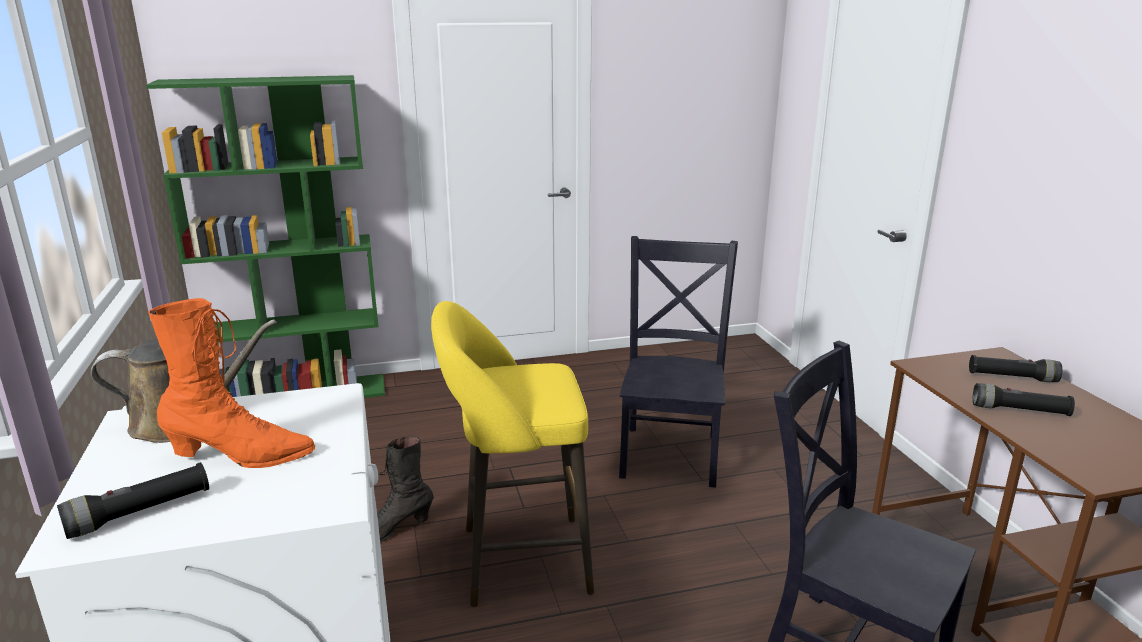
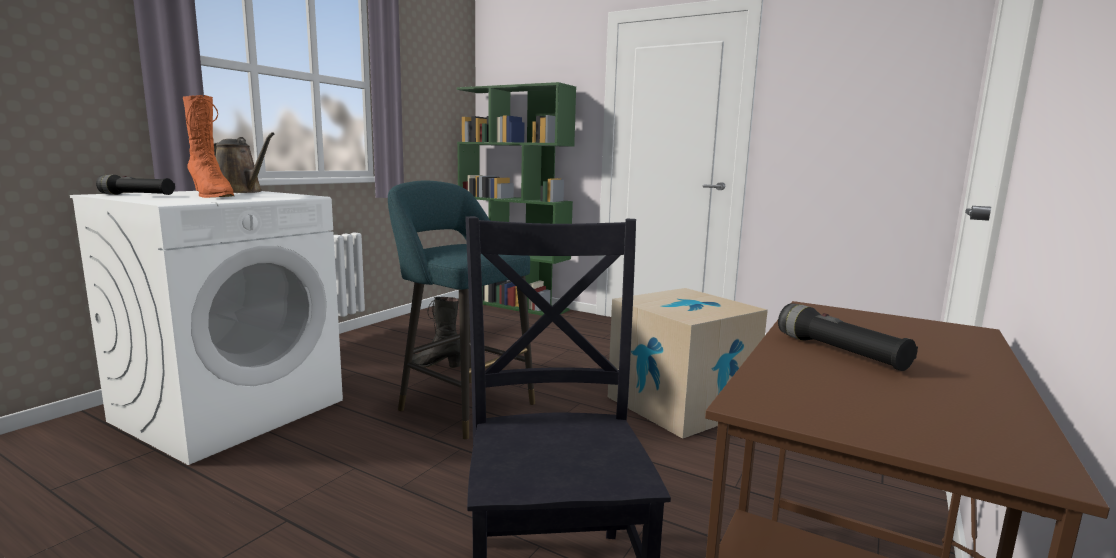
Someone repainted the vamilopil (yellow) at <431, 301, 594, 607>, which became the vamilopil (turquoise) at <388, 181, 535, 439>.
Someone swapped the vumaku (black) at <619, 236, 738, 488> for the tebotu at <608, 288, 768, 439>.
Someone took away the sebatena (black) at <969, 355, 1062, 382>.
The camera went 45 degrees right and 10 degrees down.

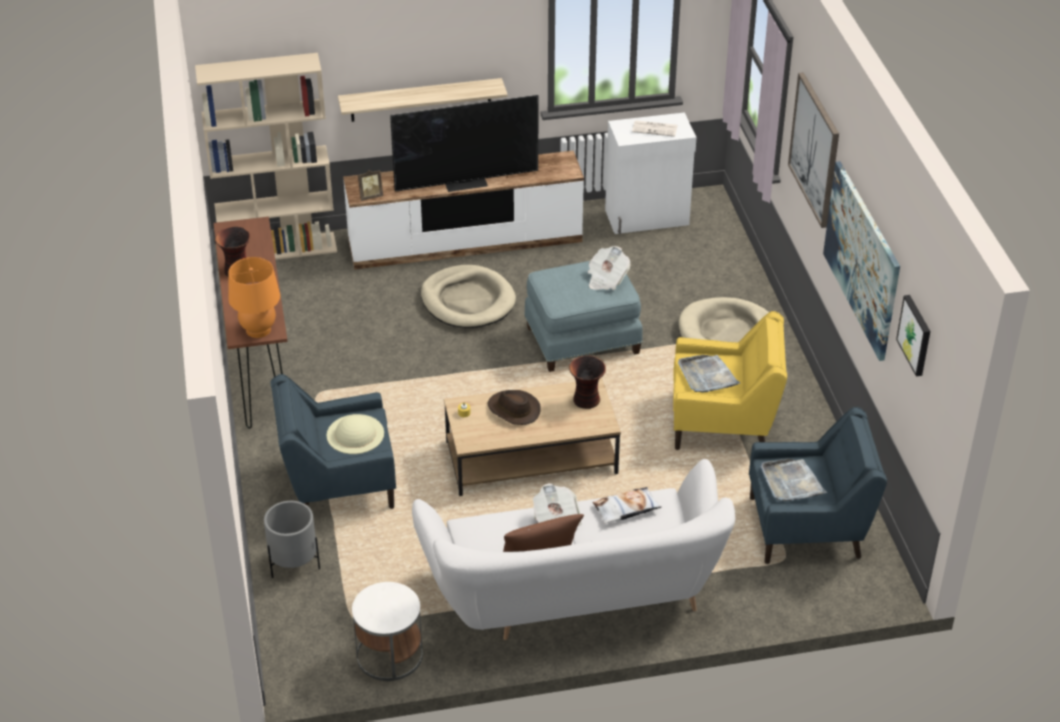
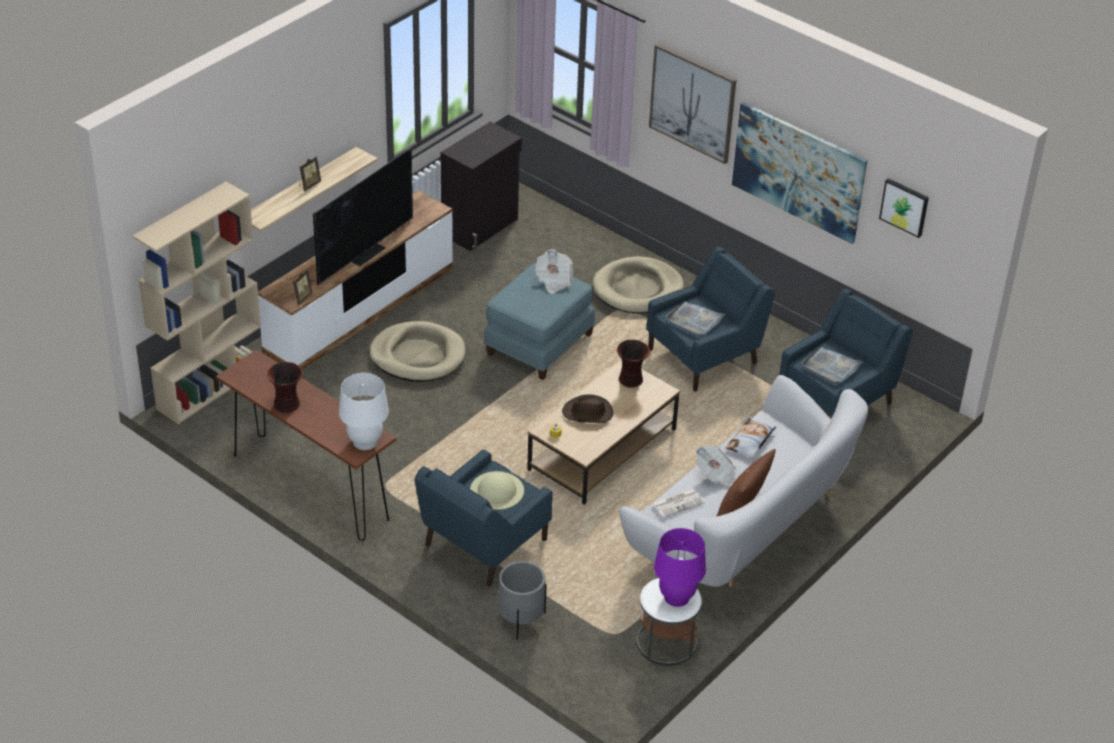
Someone repainted the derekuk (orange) at <229, 257, 280, 338>, which became the derekuk (white) at <339, 373, 389, 450>.
Someone repainted the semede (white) at <605, 112, 697, 234>, which became the semede (black) at <441, 122, 522, 251>.
Someone carried the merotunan from <632, 120, 678, 137> to <652, 488, 705, 518>.
Someone repainted the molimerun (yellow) at <673, 311, 787, 450>, which became the molimerun (blue) at <646, 246, 775, 391>.
Someone put down the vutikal at <299, 157, 321, 191>.
Someone put down the derekuk (purple) at <654, 528, 706, 607>.
The camera went 40 degrees left and 0 degrees up.

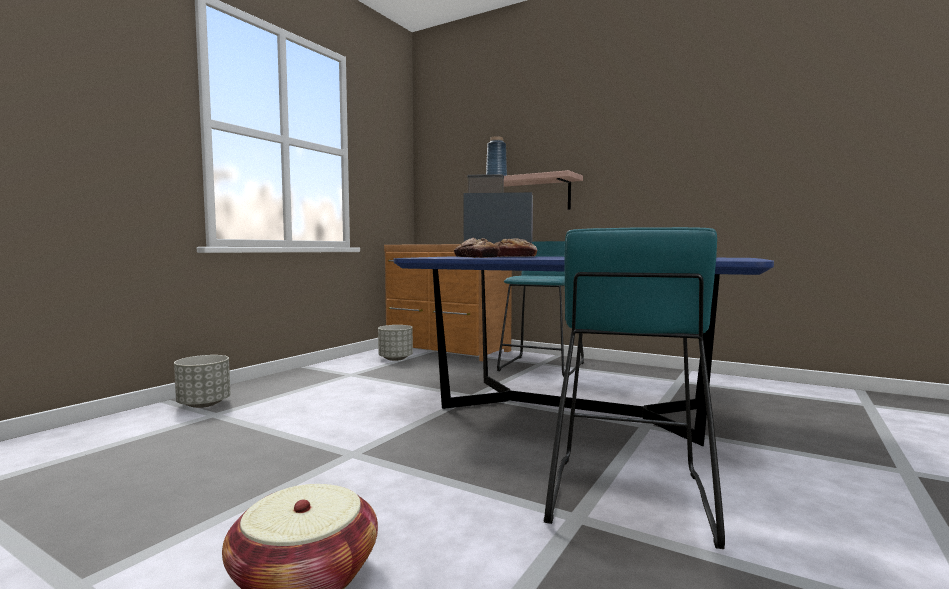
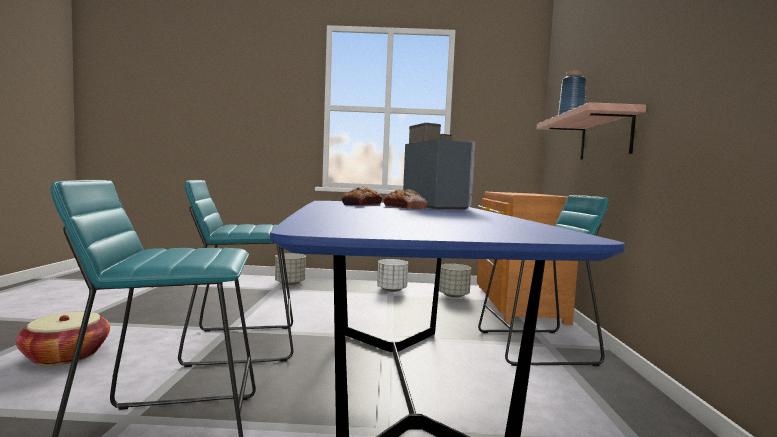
Someone put down the vamilopil (turquoise) at <178, 180, 293, 367>.
Someone put down the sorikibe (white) at <377, 259, 408, 292>.
The camera went 60 degrees right and 0 degrees up.

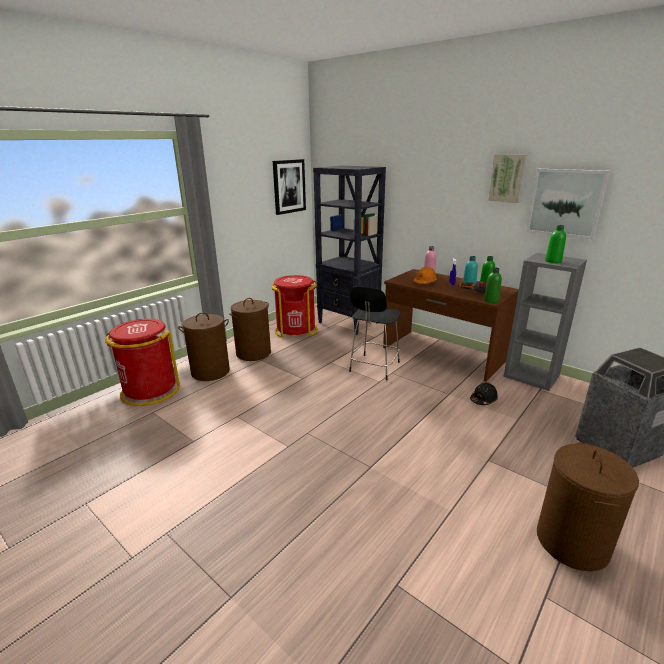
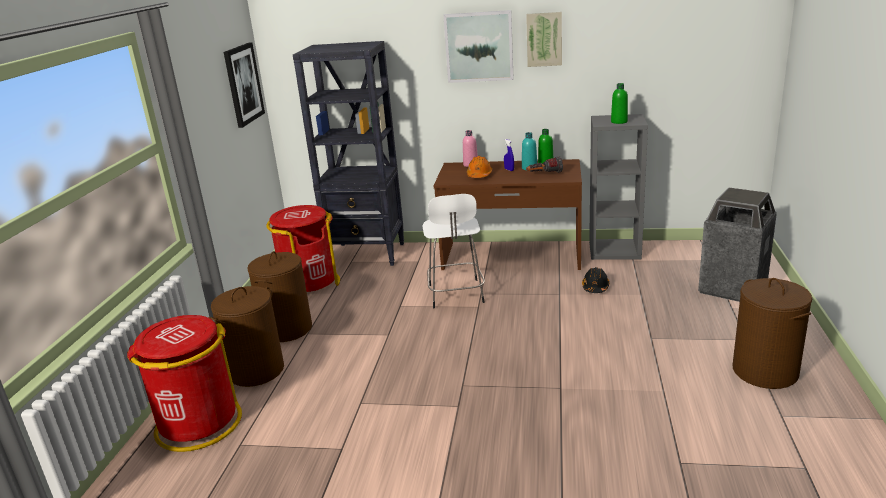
Someone repainted the vamilopil (black) at <349, 286, 401, 380>, which became the vamilopil (white) at <423, 194, 485, 308>.
Someone took away the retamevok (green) at <484, 268, 502, 303>.
Someone carried the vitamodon from <526, 169, 610, 240> to <443, 10, 514, 83>.
The camera went 30 degrees left and 0 degrees up.

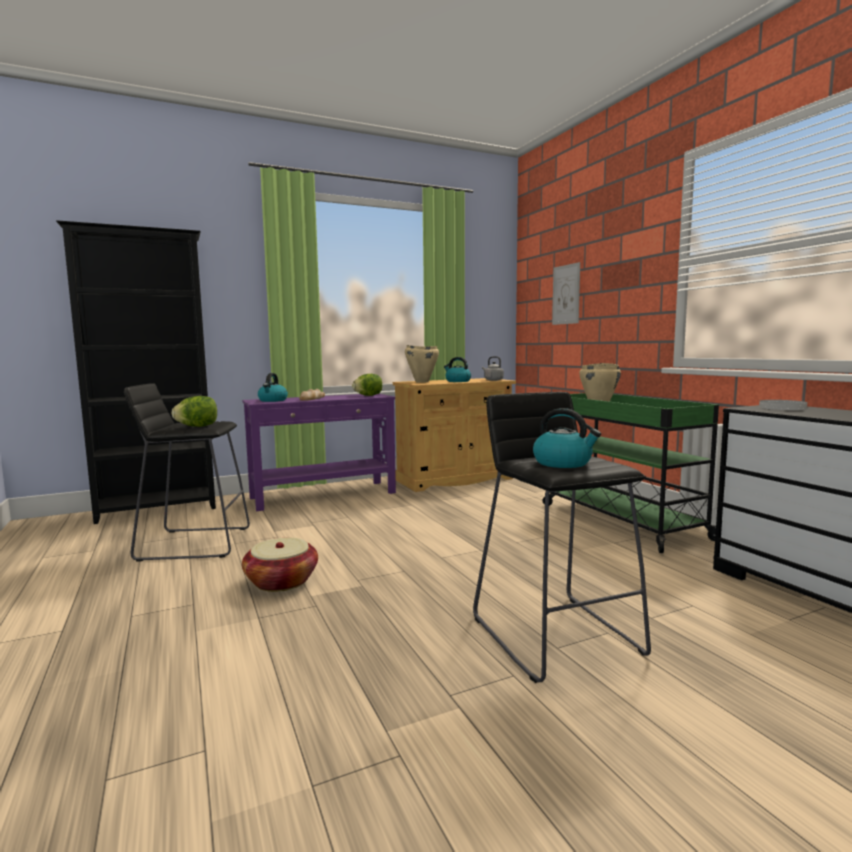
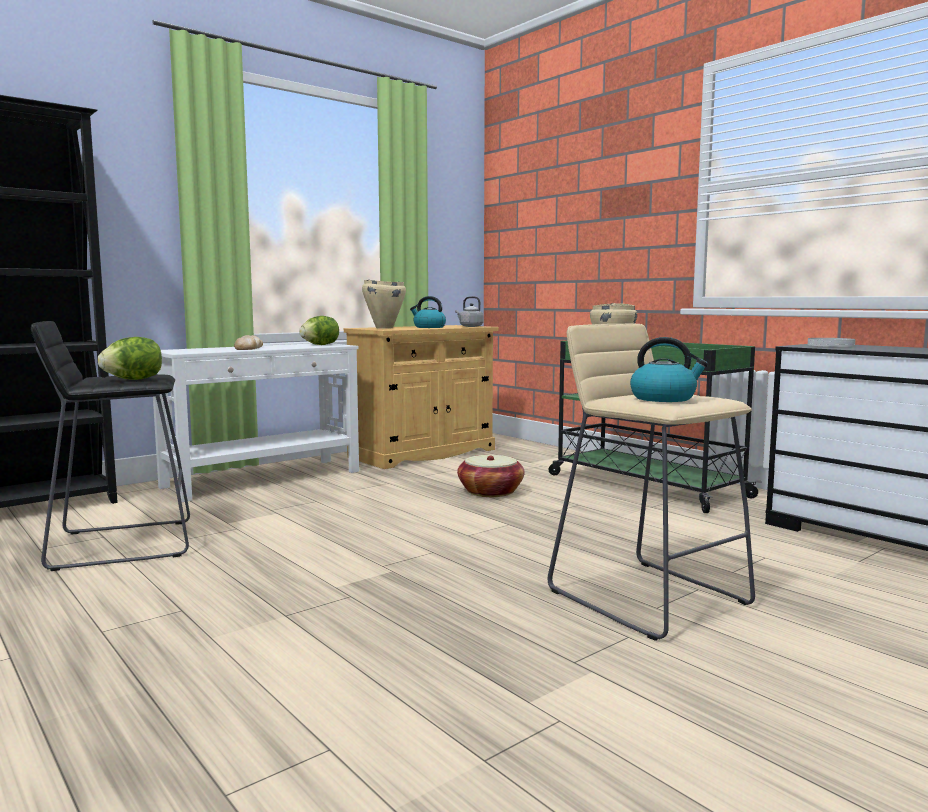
Someone repainted the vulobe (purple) at <242, 394, 396, 511>, which became the vulobe (white) at <153, 343, 359, 502>.
Someone carried the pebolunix from <242, 538, 318, 592> to <457, 455, 524, 497>.
Someone took away the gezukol at <258, 373, 288, 402>.
Someone repainted the vamilopil (black) at <473, 392, 651, 683>, which became the vamilopil (beige) at <548, 324, 755, 641>.
Someone took away the vitamodon at <552, 262, 580, 325>.
The camera went 15 degrees left and 0 degrees up.

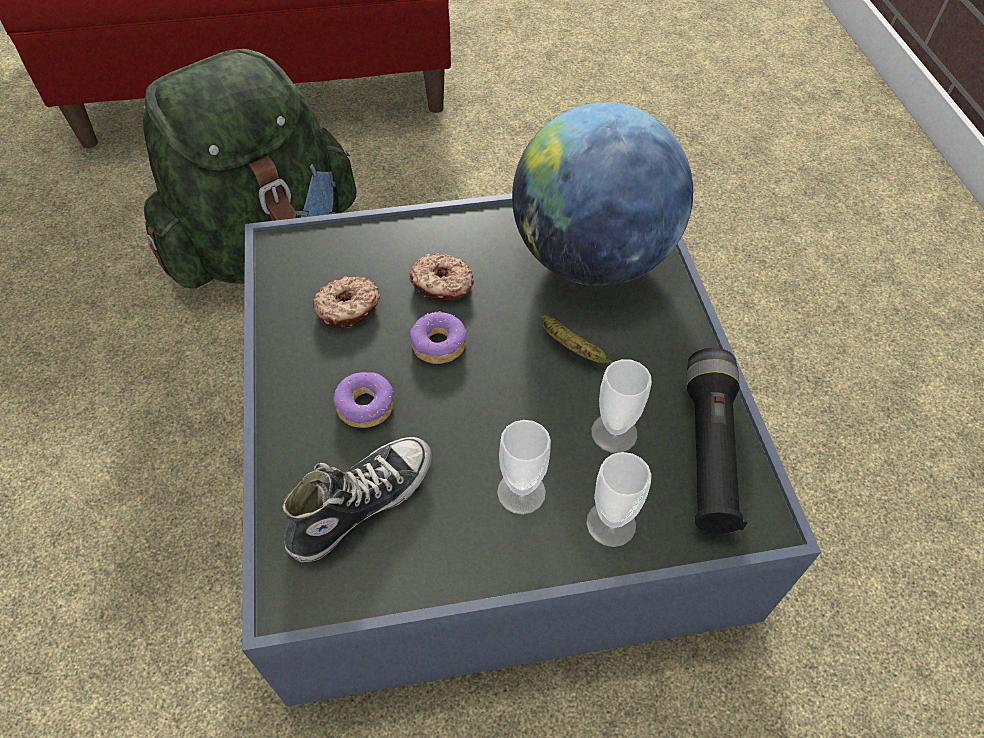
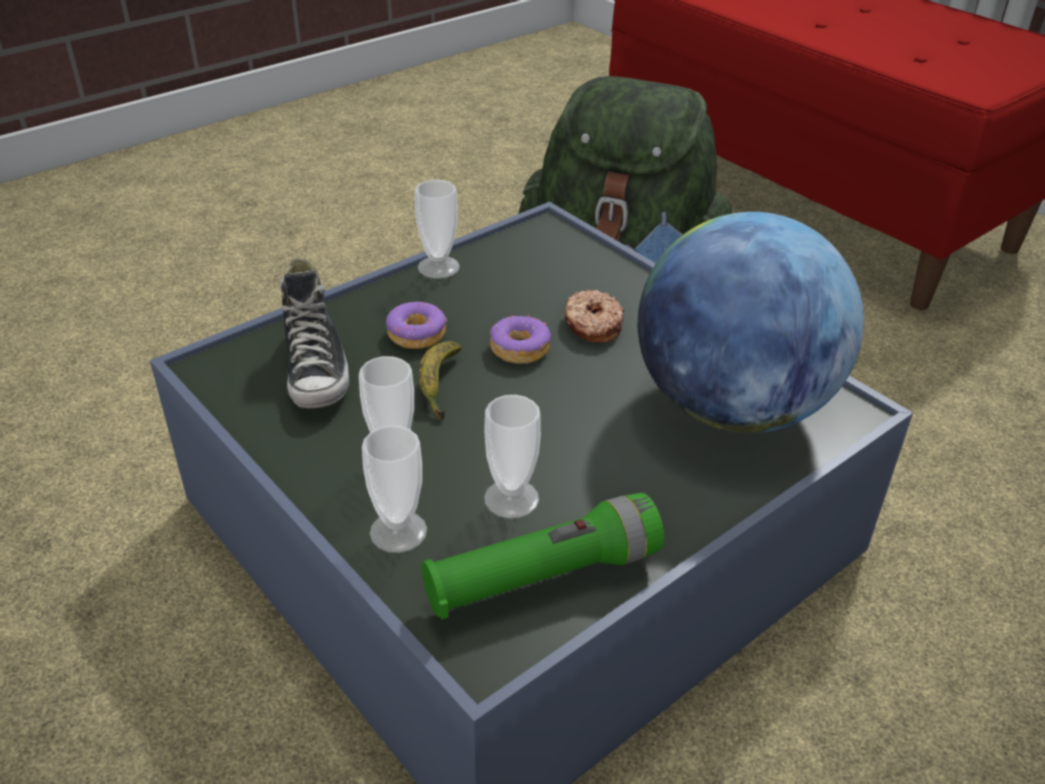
Someone rotated the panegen at <282, 437, 432, 562> by 60 degrees clockwise.
Someone took away the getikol at <313, 276, 380, 328>.
Someone carried the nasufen from <541, 315, 622, 364> to <419, 341, 462, 420>.
Someone repainted the sebatena (black) at <686, 348, 748, 534>, which became the sebatena (green) at <421, 493, 664, 620>.
Someone put down the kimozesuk at <415, 180, 460, 279>.
The camera went 60 degrees right and 15 degrees down.

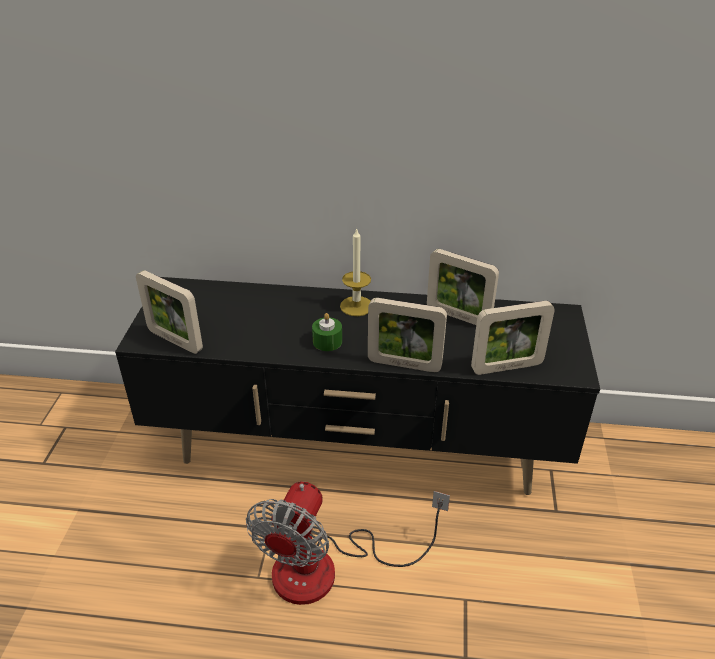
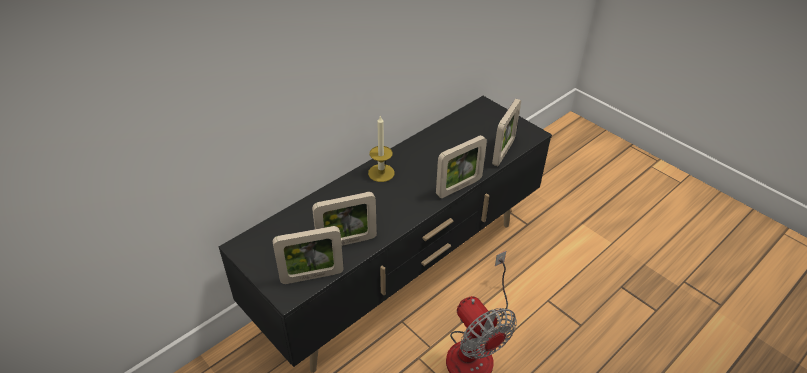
Someone took away the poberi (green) at <312, 313, 342, 351>.
Someone carried the vutikal from <427, 249, 499, 325> to <312, 192, 377, 246>.
The camera went 50 degrees left and 5 degrees up.

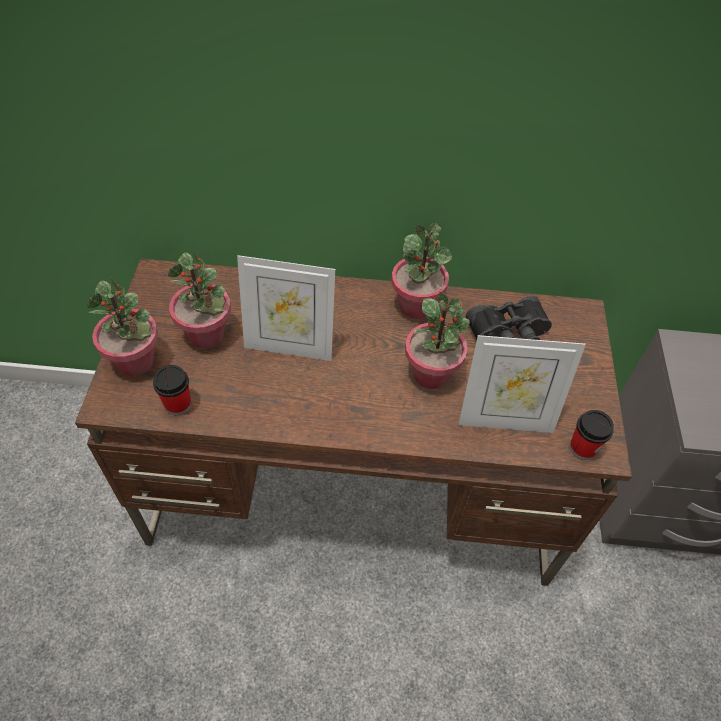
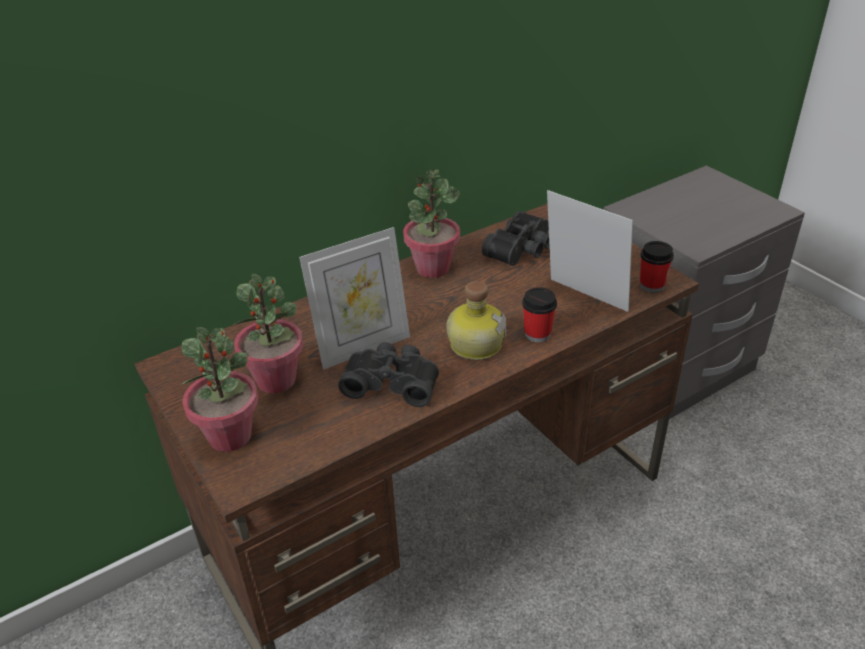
Someone carried the kimozesuk from <153, 365, 191, 415> to <522, 287, 557, 343>.
Someone took away the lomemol at <405, 292, 470, 389>.
Someone rotated the vutikal at <458, 335, 586, 433> by 105 degrees counterclockwise.
Someone put down the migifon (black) at <338, 342, 439, 407>.
Someone put down the retamevok at <446, 281, 506, 360>.
The camera went 35 degrees left and 15 degrees down.

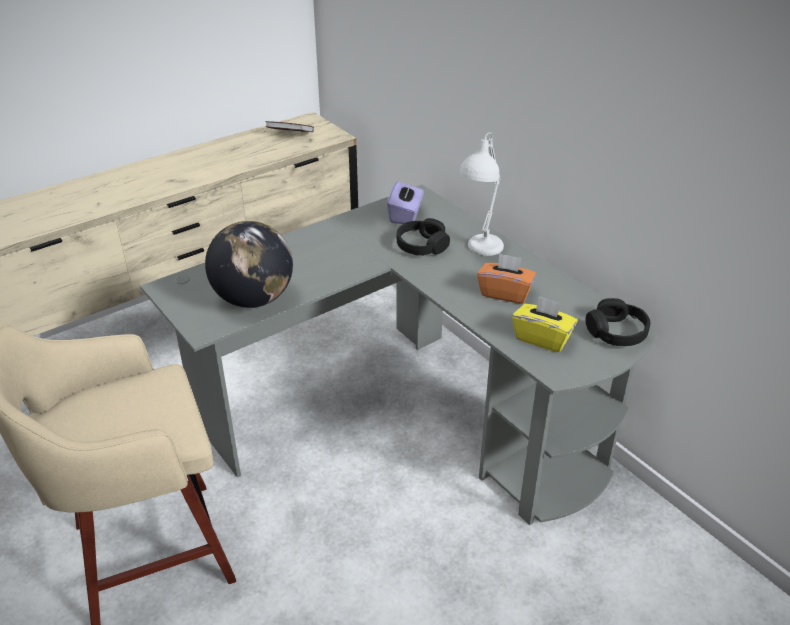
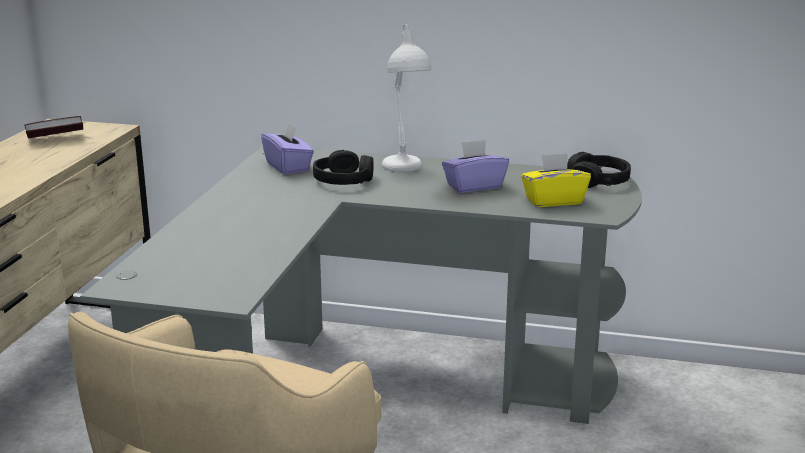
Someone took away the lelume at <205, 221, 293, 308>.
Someone repainted the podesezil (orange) at <477, 253, 536, 304>, which became the podesezil (purple) at <442, 140, 509, 193>.
The camera went 40 degrees left and 15 degrees down.

